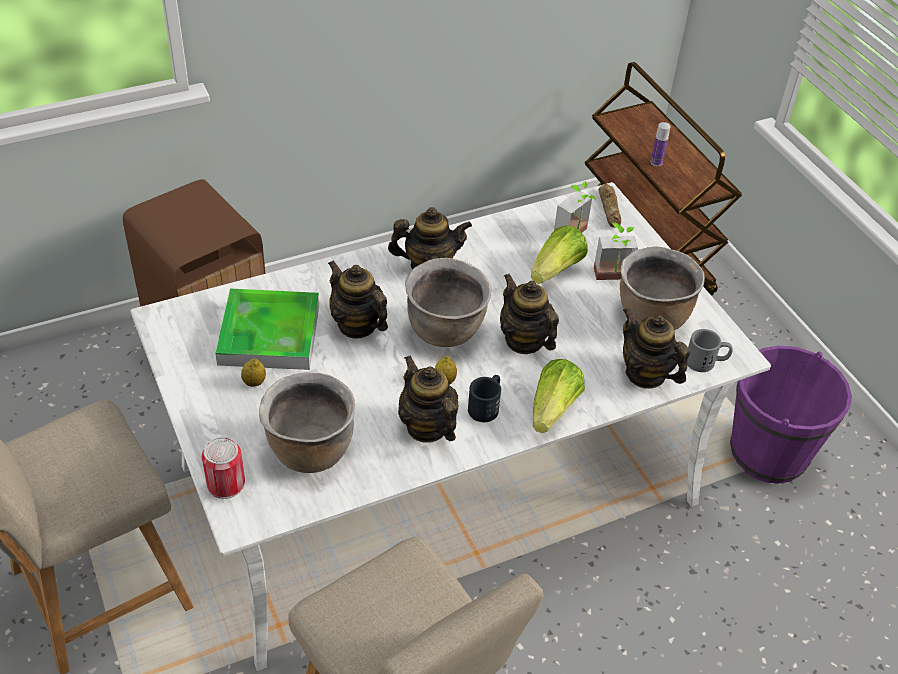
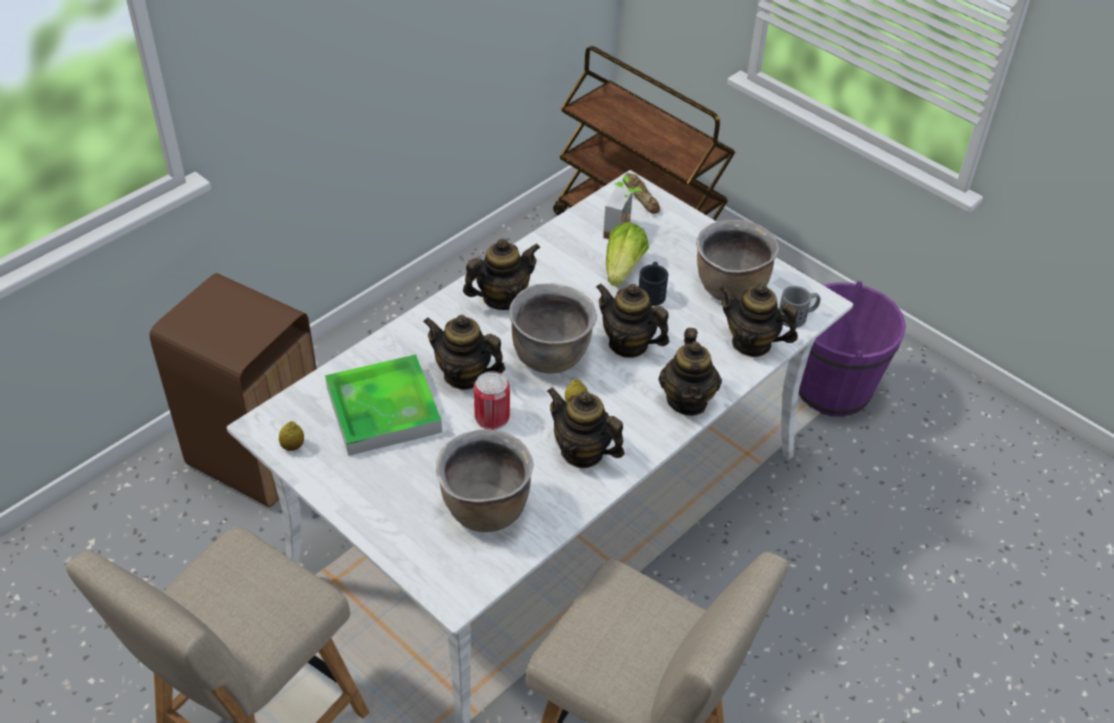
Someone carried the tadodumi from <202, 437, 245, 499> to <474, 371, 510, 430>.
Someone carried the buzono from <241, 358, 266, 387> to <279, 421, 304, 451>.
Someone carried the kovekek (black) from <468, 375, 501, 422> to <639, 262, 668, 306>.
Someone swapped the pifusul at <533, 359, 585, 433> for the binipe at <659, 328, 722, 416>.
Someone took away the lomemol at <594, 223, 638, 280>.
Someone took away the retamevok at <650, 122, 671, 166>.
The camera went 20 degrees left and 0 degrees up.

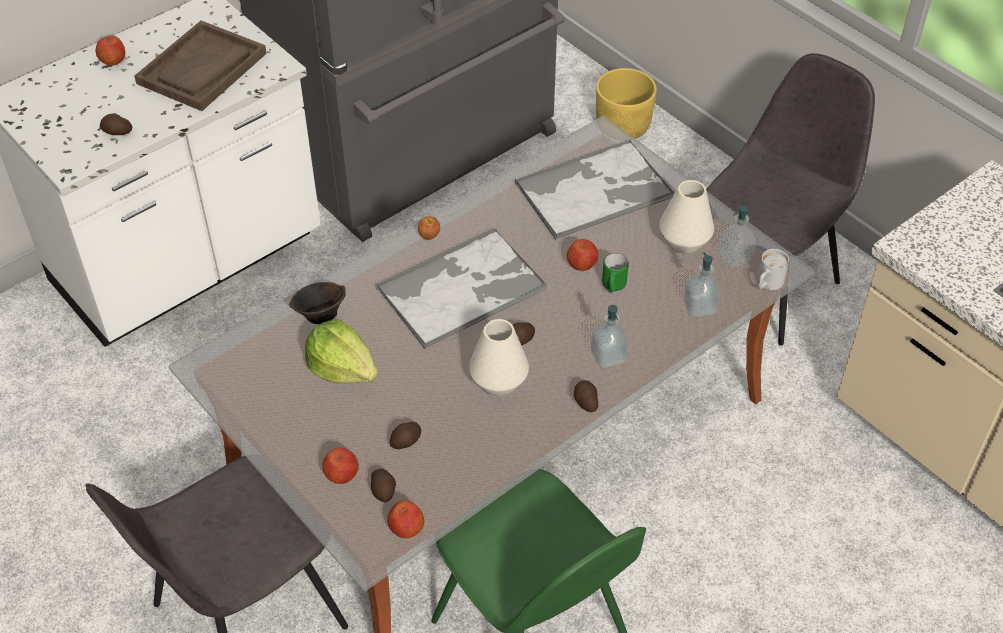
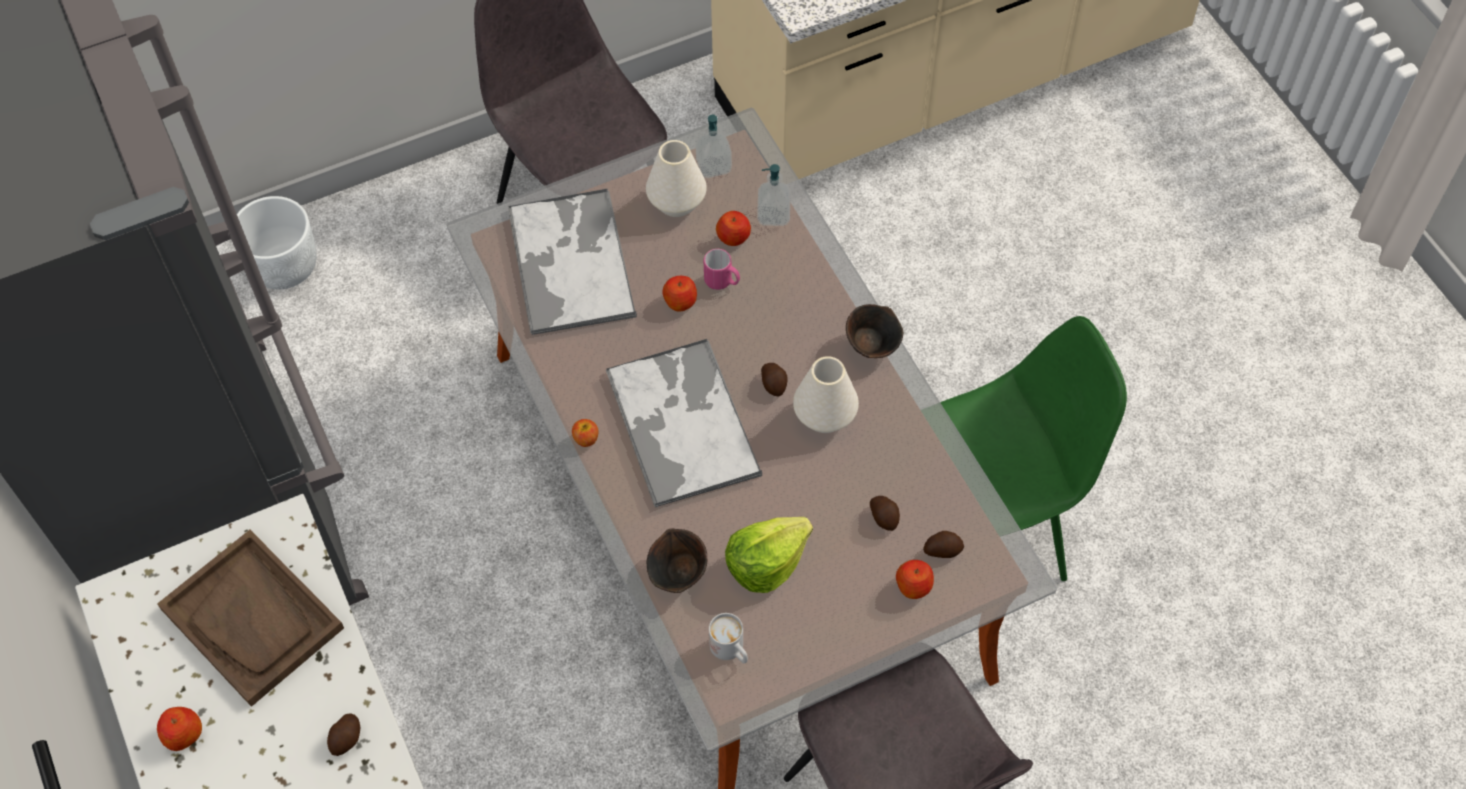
Someone carried the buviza from <387, 500, 424, 538> to <716, 211, 751, 246>.
Someone swapped the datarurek at <574, 380, 598, 412> for the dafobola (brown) at <846, 304, 903, 358>.
Someone took away the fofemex at <591, 305, 628, 368>.
Someone repainted the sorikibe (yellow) at <596, 68, 657, 139>, which became the sorikibe (white) at <237, 196, 317, 289>.
Someone repainted the kovekek (green) at <602, 253, 629, 293>, which became the kovekek (pink) at <704, 249, 740, 290>.
Someone carried the kovekek (white) from <757, 249, 789, 290> to <709, 613, 748, 663>.
The camera went 75 degrees left and 10 degrees up.

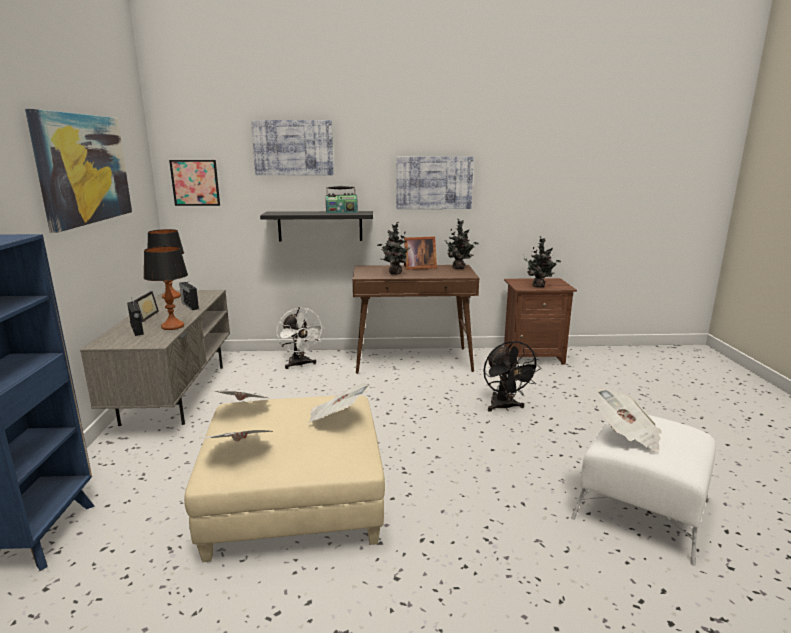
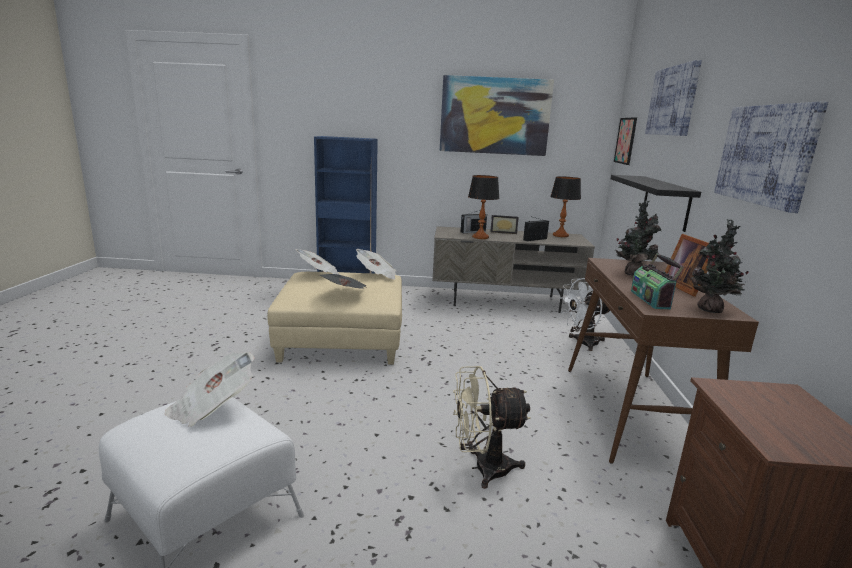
Someone carried the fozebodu from <325, 186, 358, 213> to <631, 253, 684, 309>.
Someone repainted the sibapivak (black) at <484, 341, 541, 412>, which became the sibapivak (beige) at <453, 366, 530, 489>.
Someone took away the lomemol at <524, 236, 561, 287>.
The camera went 95 degrees right and 0 degrees up.

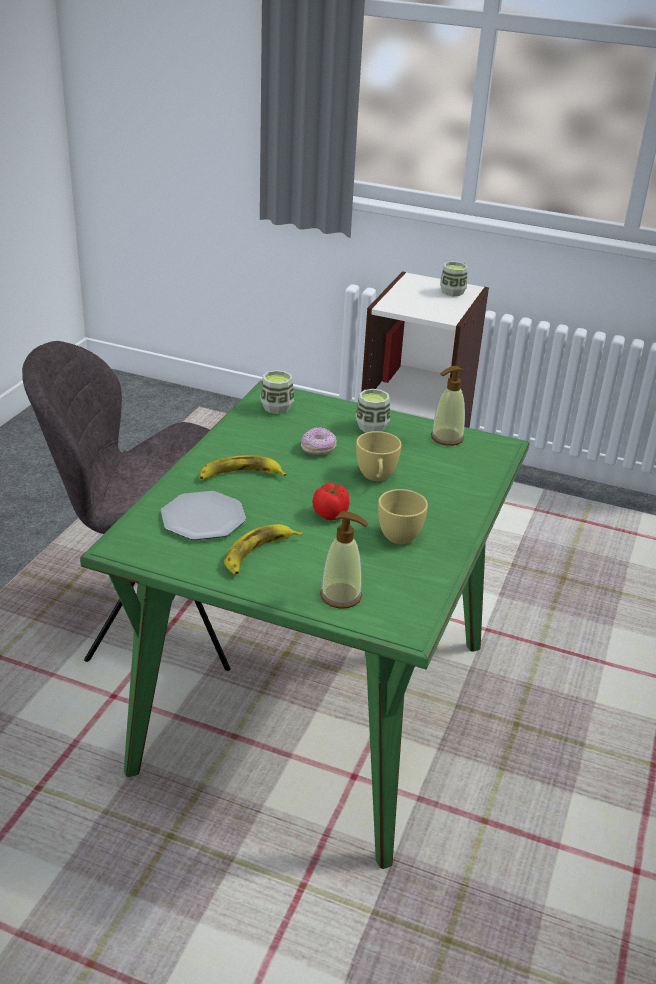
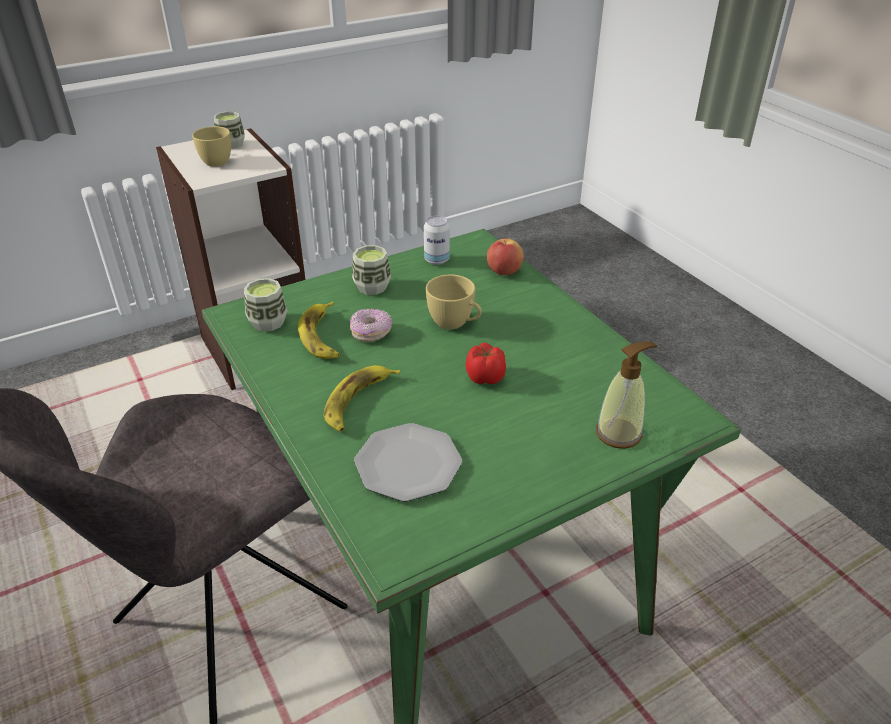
Someone carried the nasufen from <224, 524, 303, 575> to <298, 302, 340, 359>.
Someone carried the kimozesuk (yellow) from <378, 489, 428, 544> to <192, 126, 231, 167>.
Someone swapped the fofemex at <431, 366, 465, 446> for the tadodumi at <424, 216, 450, 265>.
Someone put down the buviza at <487, 238, 524, 275>.
The camera went 50 degrees left and 5 degrees up.

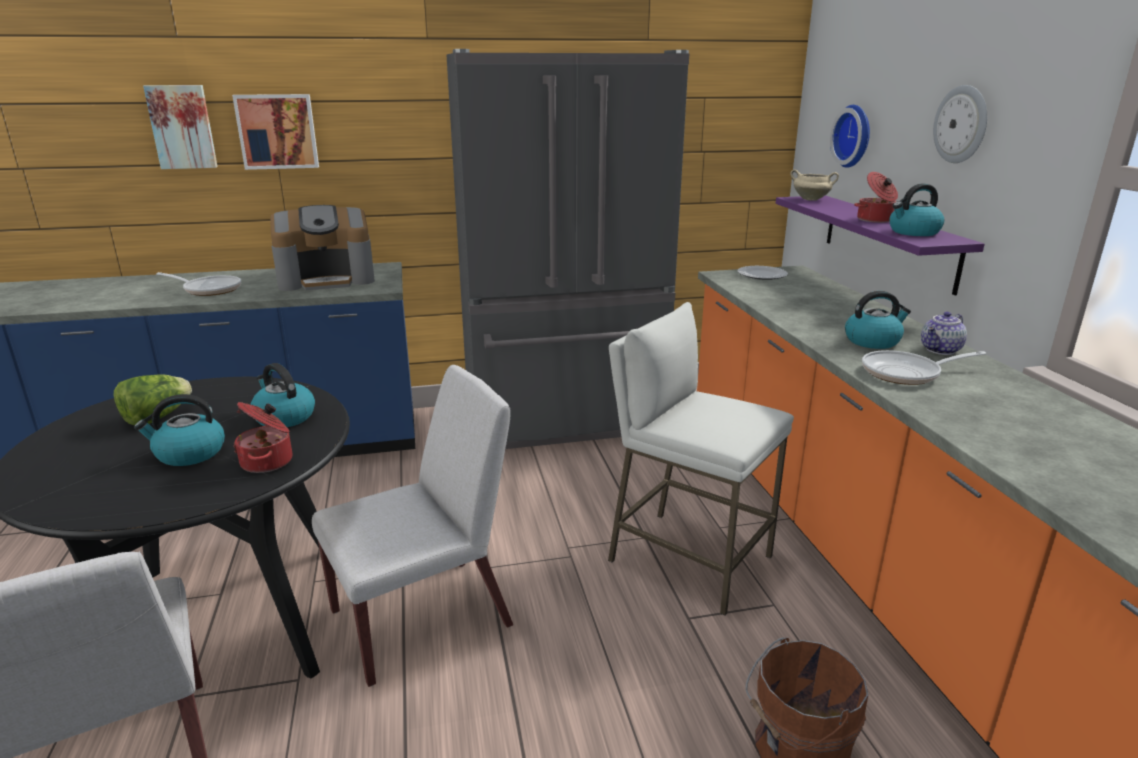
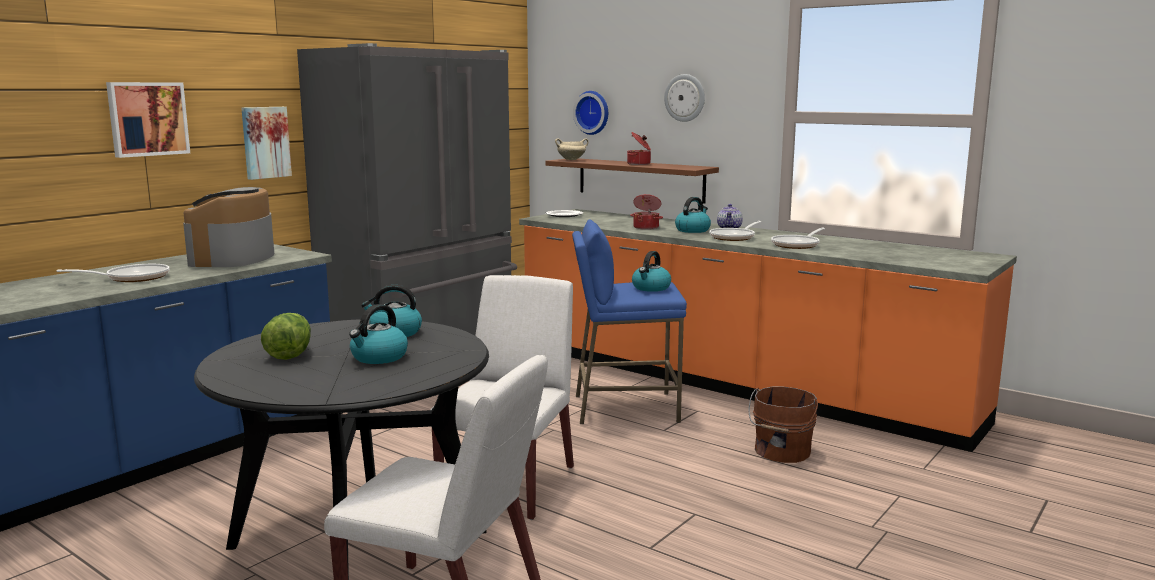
Someone carried the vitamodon from <143, 85, 218, 169> to <241, 107, 292, 180>.
Someone carried the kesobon from <233, 402, 293, 473> to <630, 194, 663, 230>.
Someone rotated the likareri at <270, 205, 375, 291> by 150 degrees clockwise.
Someone repainted the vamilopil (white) at <608, 302, 794, 616>, which became the vamilopil (blue) at <572, 219, 687, 424>.
Someone repainted the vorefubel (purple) at <776, 196, 985, 295>, which became the vorefubel (brown) at <545, 158, 719, 204>.
Someone carried the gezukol from <889, 183, 945, 236> to <632, 251, 671, 292>.
Someone put down the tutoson at <771, 227, 825, 249>.
The camera went 40 degrees left and 10 degrees down.

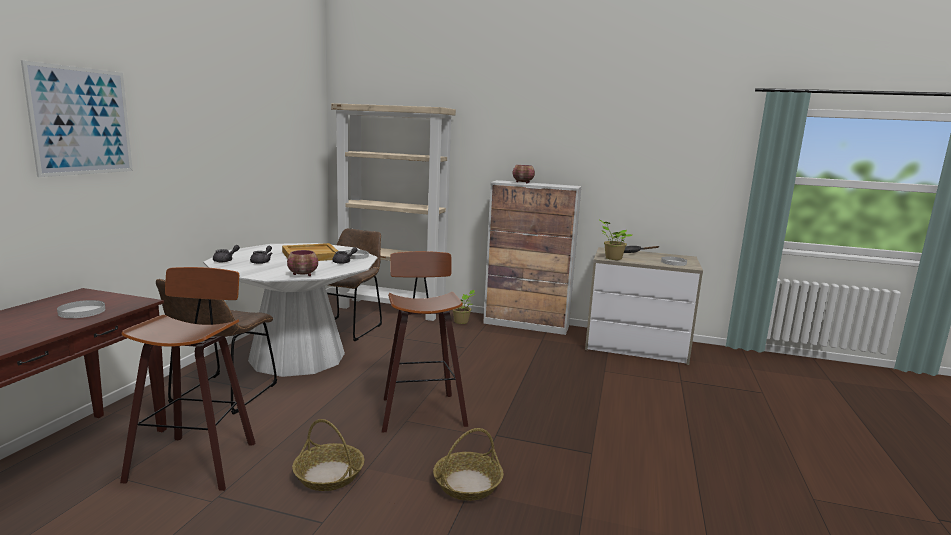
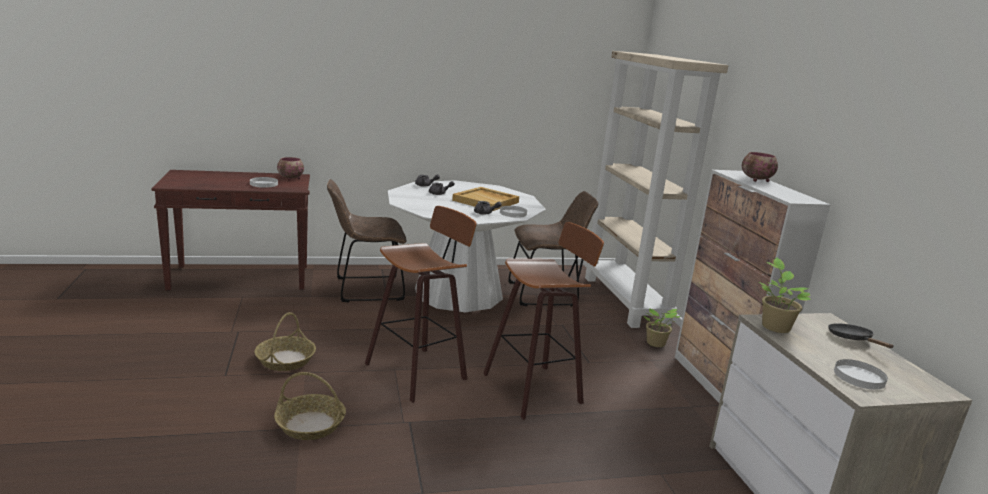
Someone took away the vitamodon at <21, 60, 133, 177>.
Someone carried the vamilopil from <120, 267, 255, 491> to <483, 222, 604, 420>.
Someone carried the dafobola from <287, 250, 318, 276> to <277, 157, 304, 180>.
The camera went 60 degrees right and 5 degrees up.

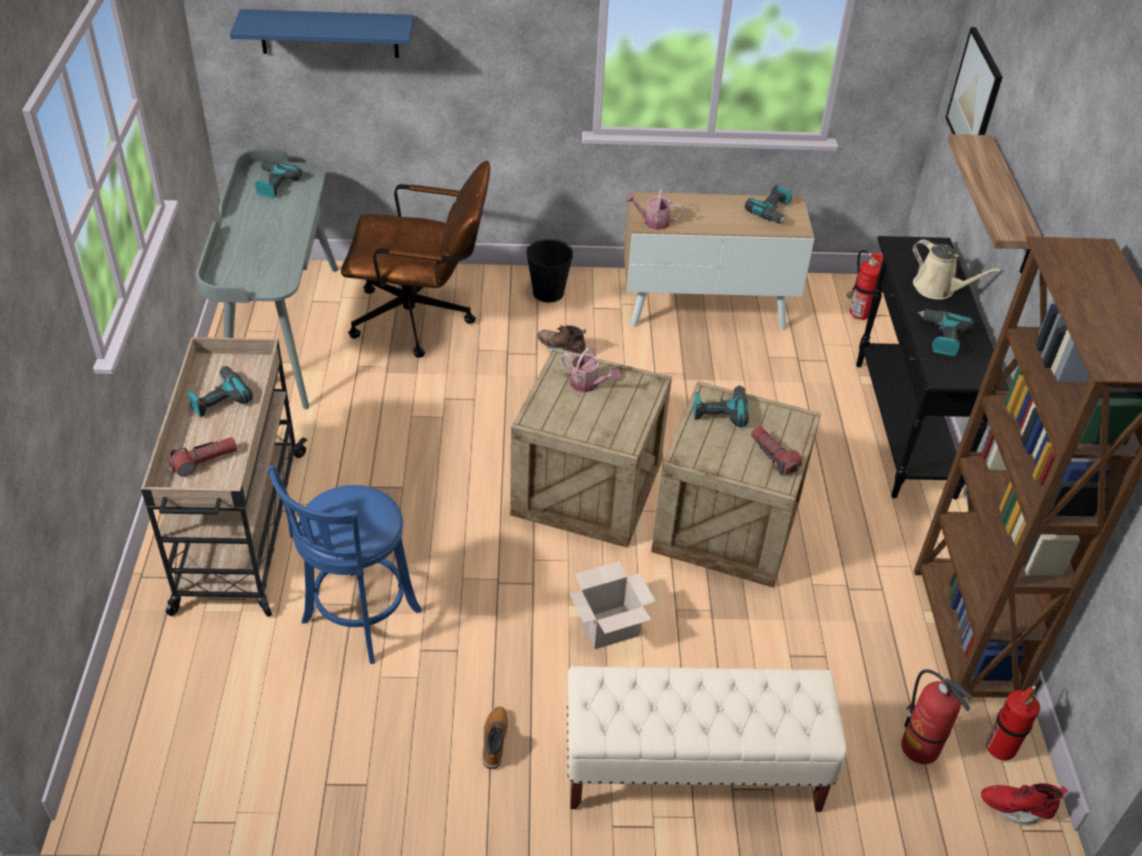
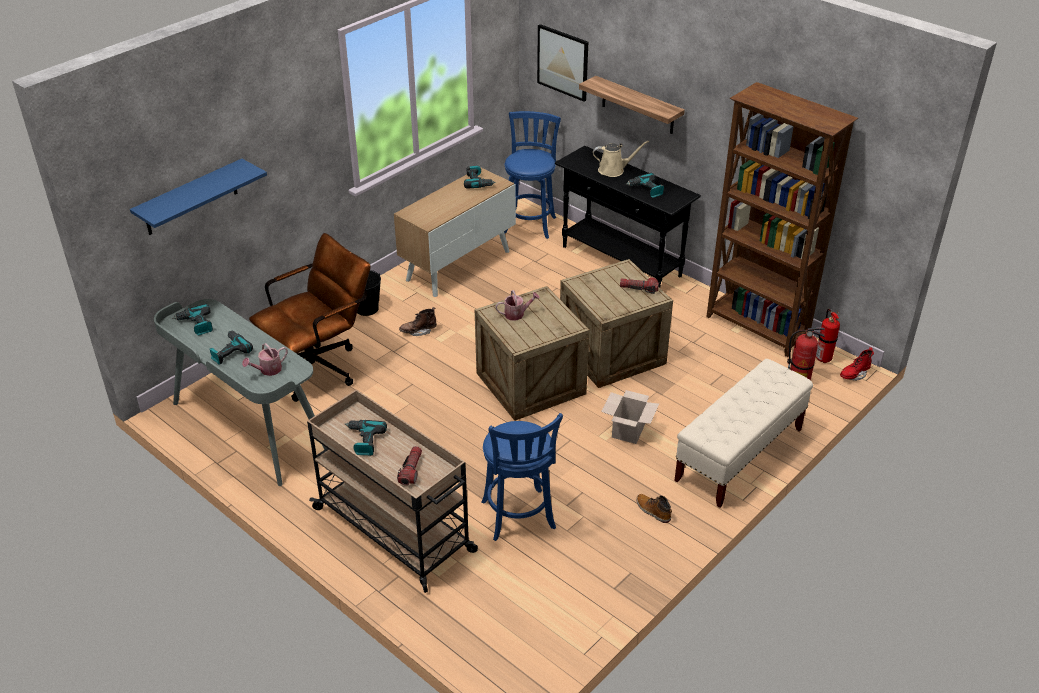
Someone carried the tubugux from <625, 189, 684, 230> to <242, 343, 288, 376>.
Someone carried the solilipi from <693, 385, 749, 427> to <209, 331, 253, 365>.
Someone swapped the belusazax at <847, 250, 883, 320> for the vamilopil (blue) at <504, 111, 561, 239>.
The camera went 45 degrees left and 5 degrees down.

